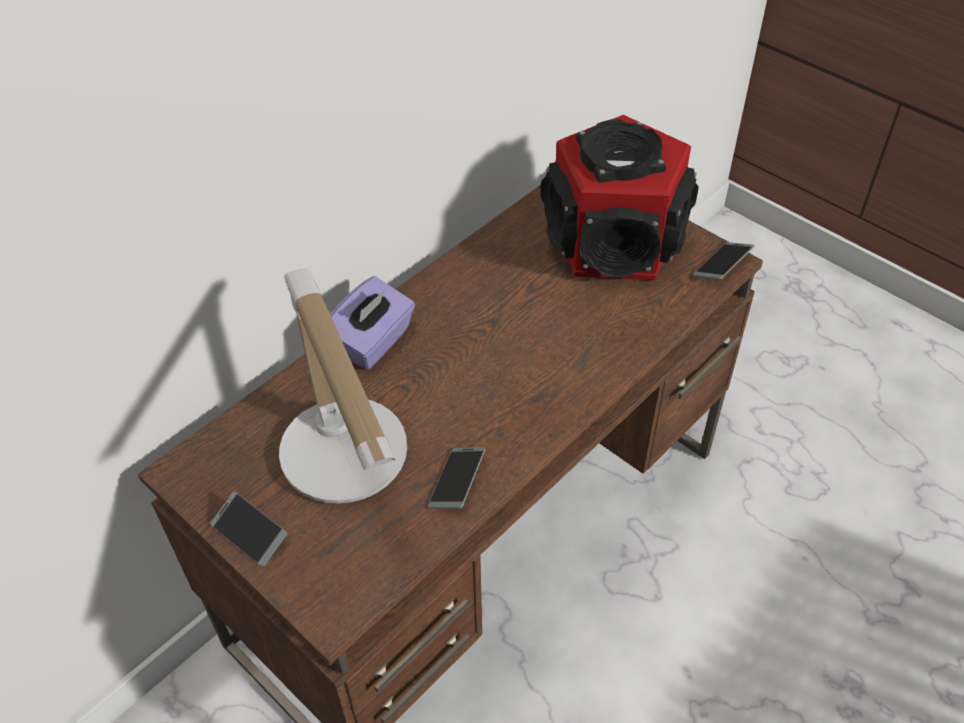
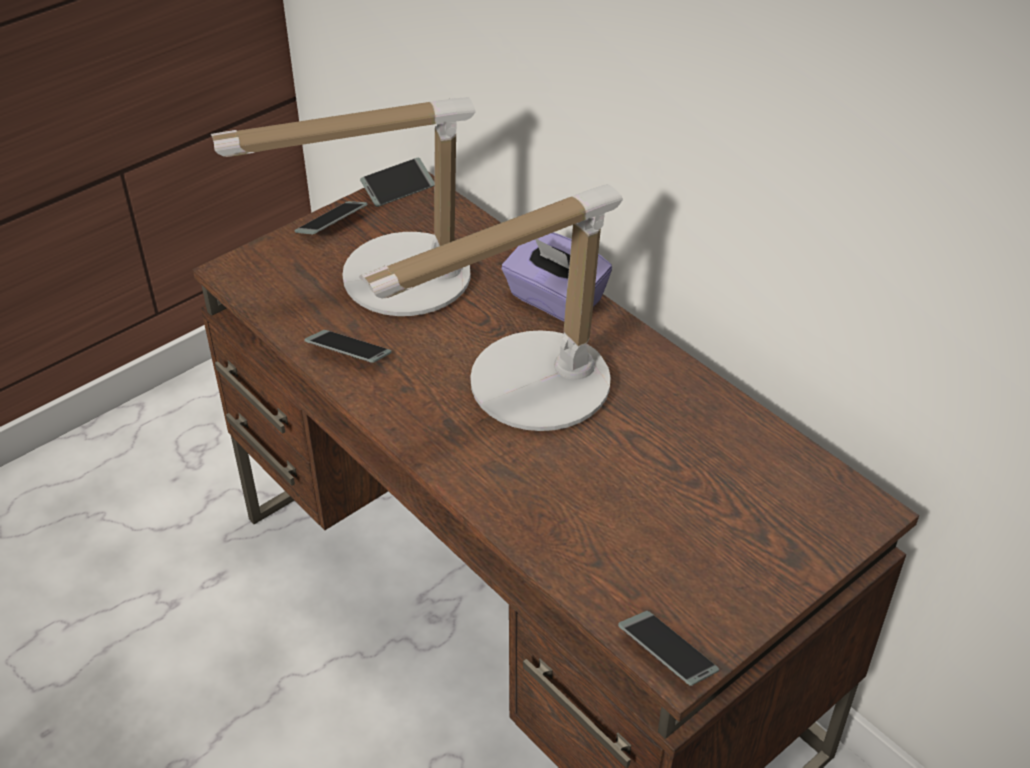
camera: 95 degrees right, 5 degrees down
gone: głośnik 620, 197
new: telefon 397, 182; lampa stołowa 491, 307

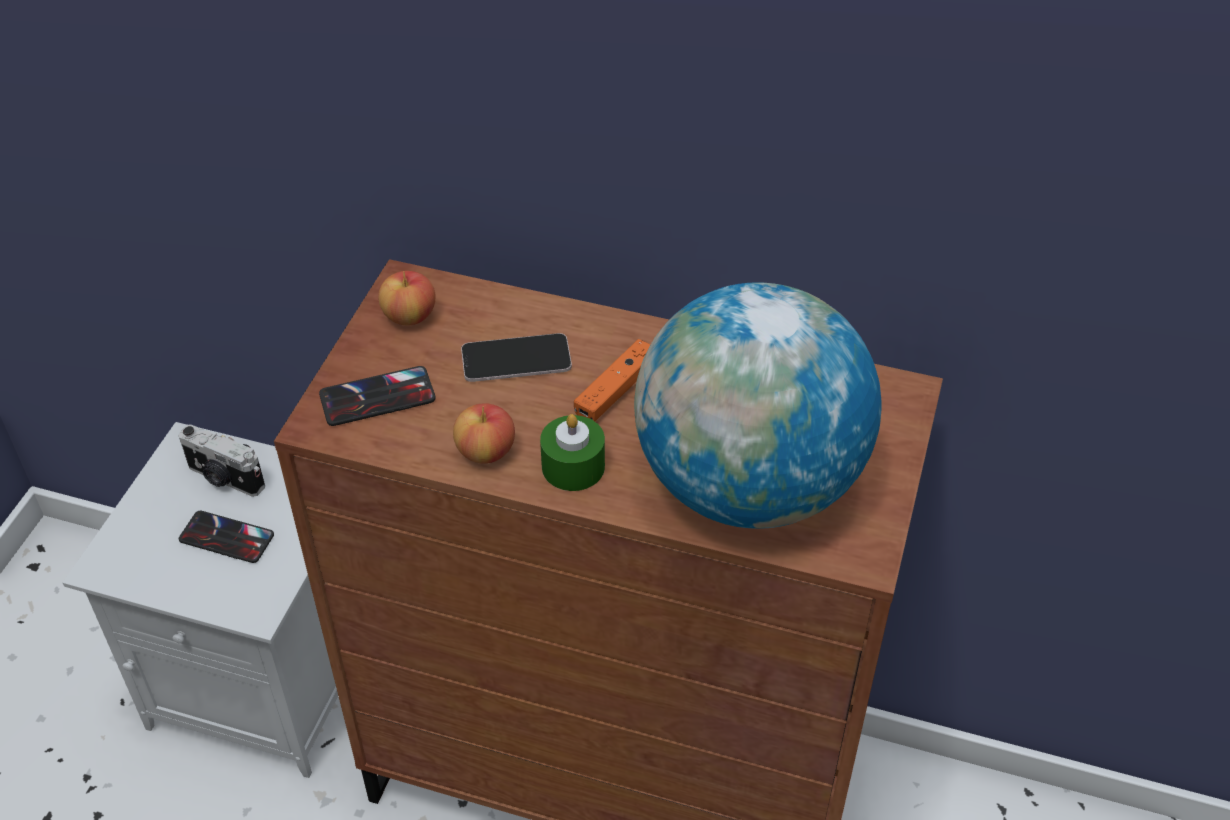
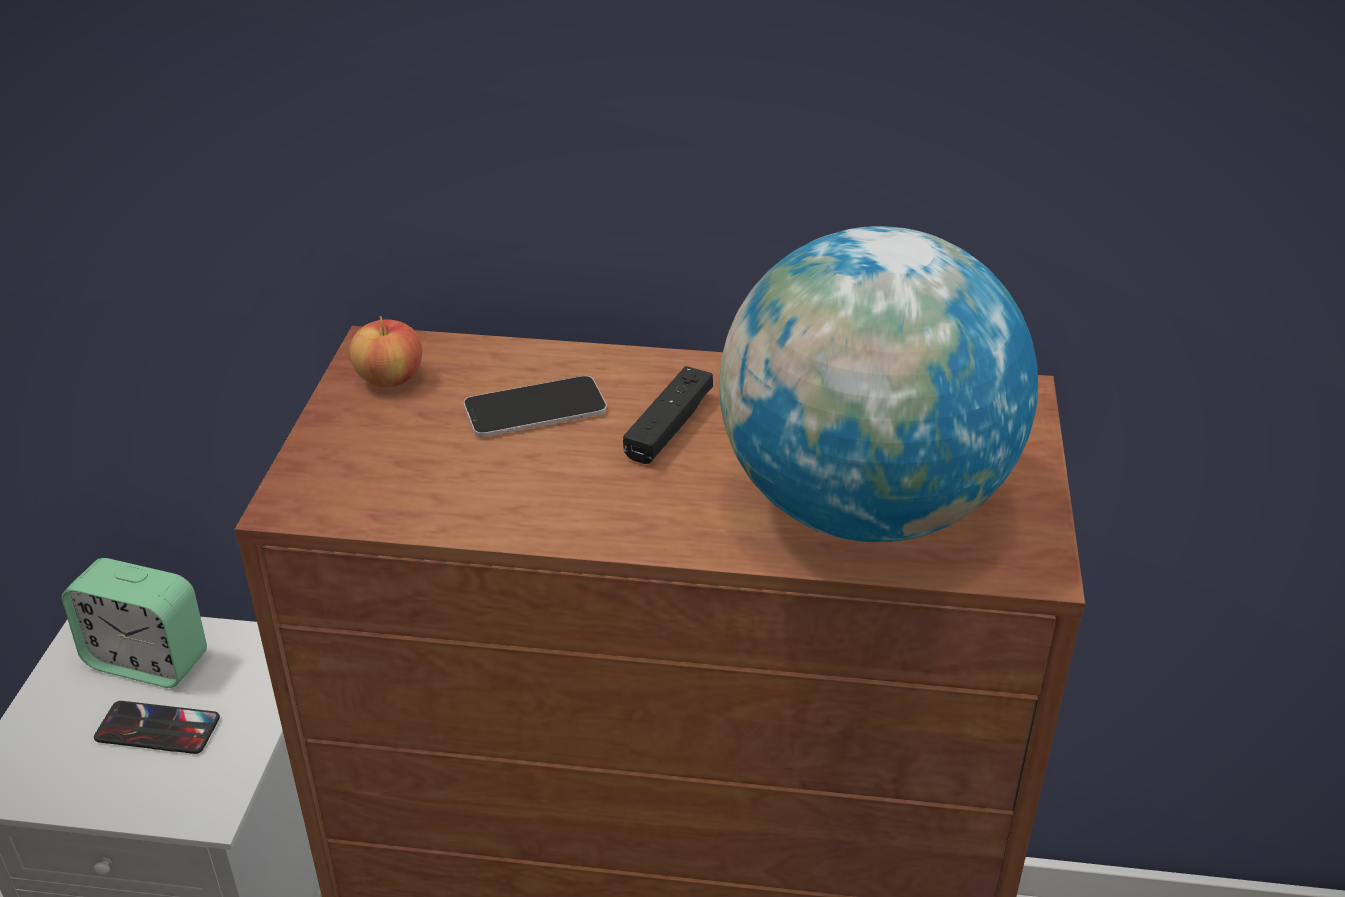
camera: 10 degrees left, 10 degrees down
gone: telefon 377, 396; jabłko 484, 433; świeca (zielony) 572, 452
swapped: aparat fotograficzny 221, 460 to budzik 134, 623
repainted: pad do gier (pomarańczowy) 612, 380 to pad do gier (czarny) 668, 415

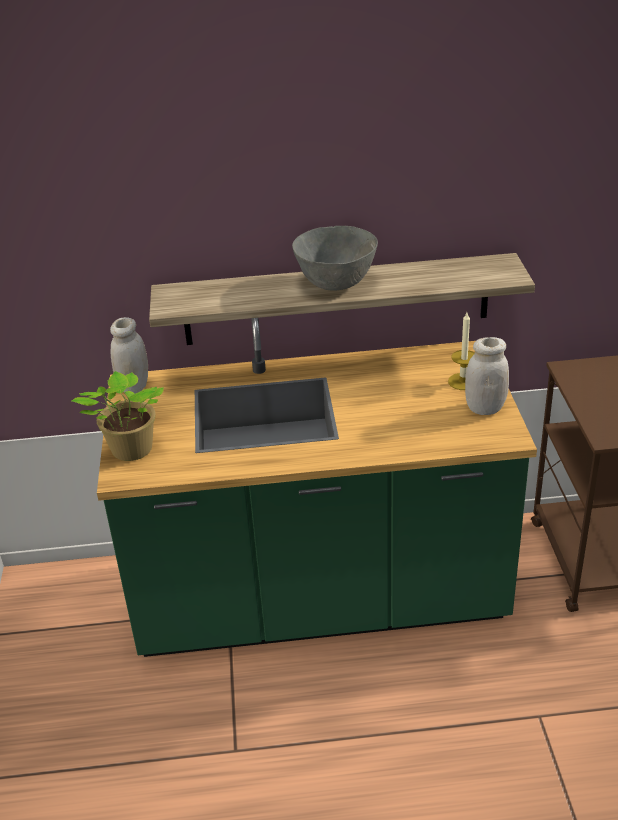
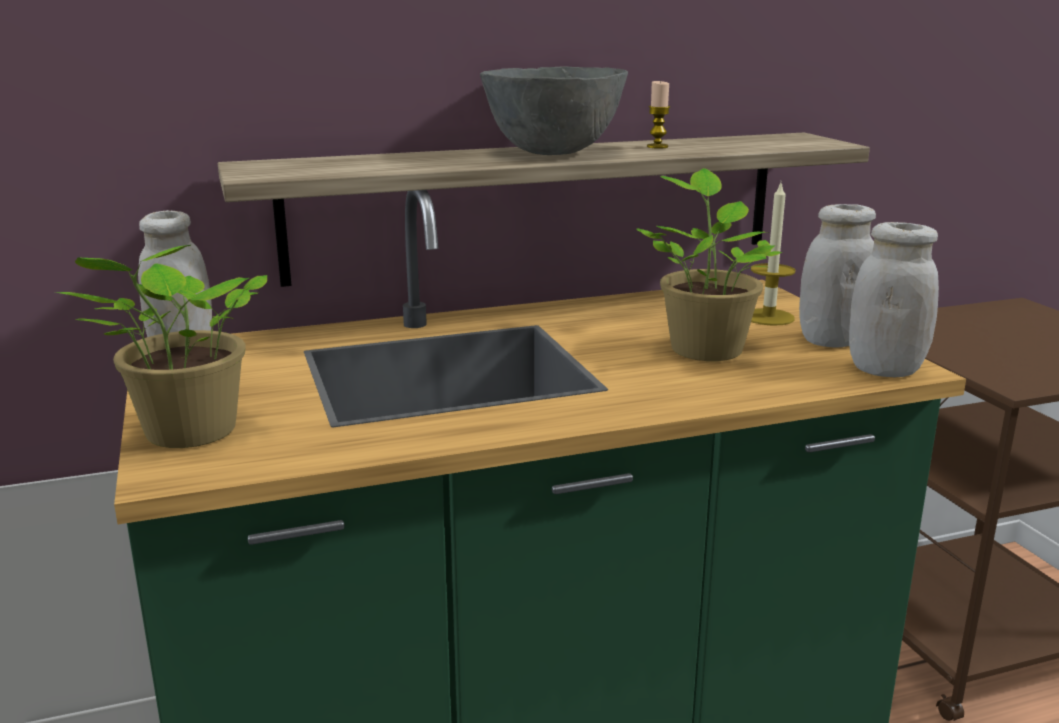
camera: 15 degrees left, 15 degrees down
new: świeca 658, 115; roślina doniczkowa 709, 264; słoik (biały) 894, 299

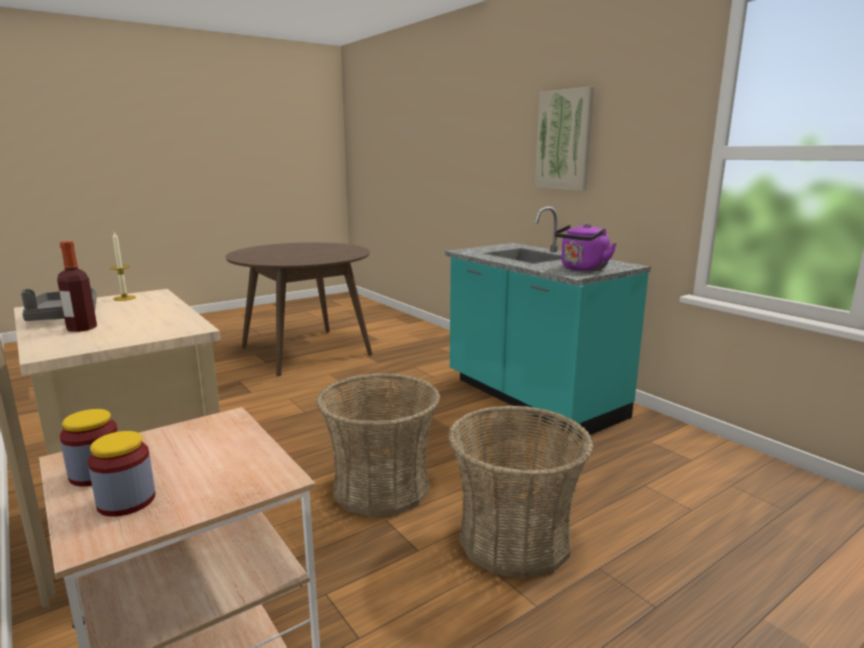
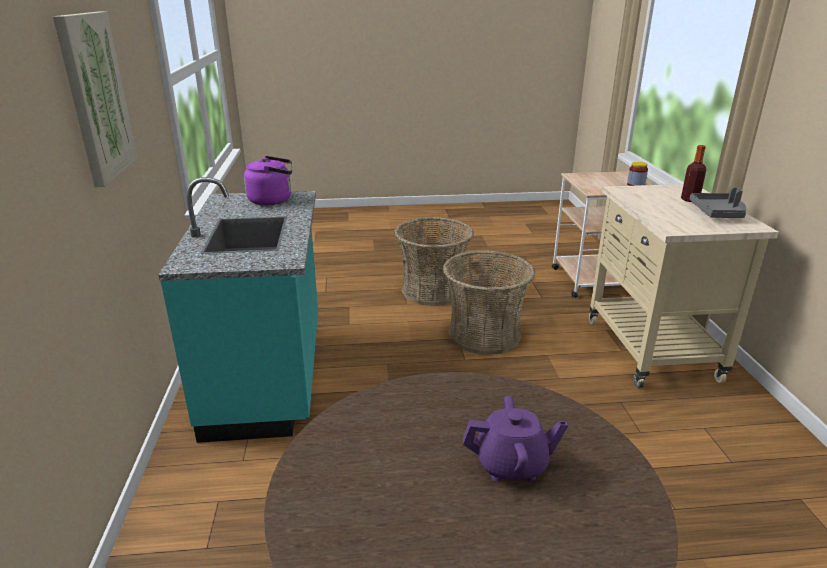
camera: 150 degrees left, 10 degrees up
gone: świeca 123, 266; słoik 121, 474
new: imbryk (fioletowy) 515, 439

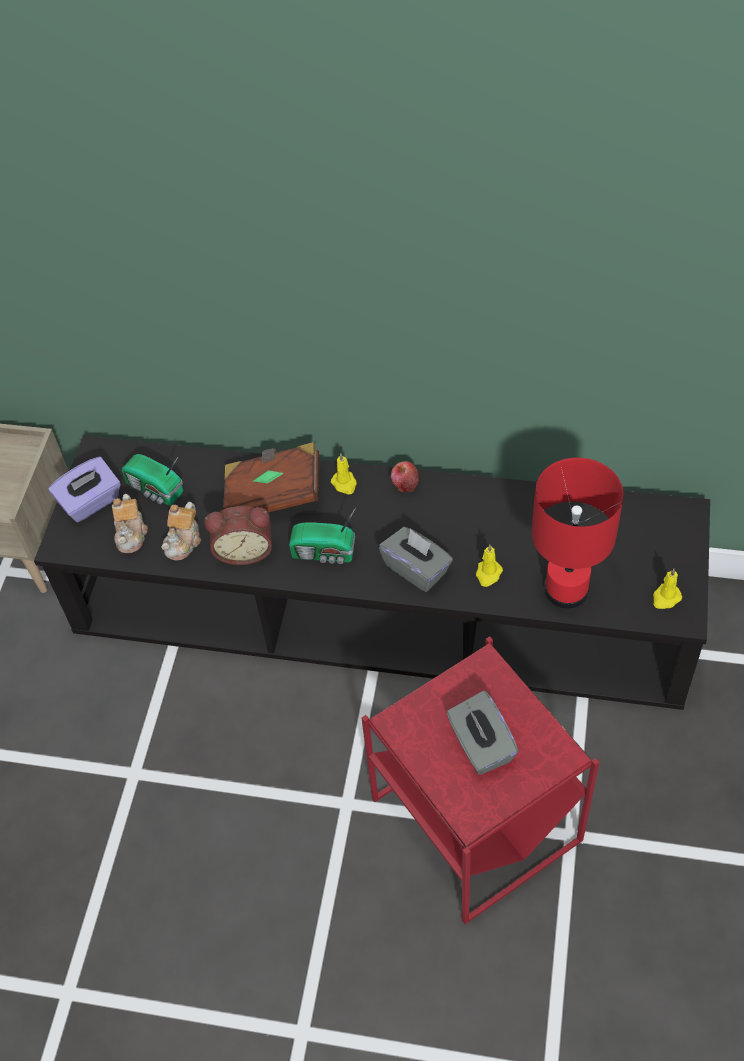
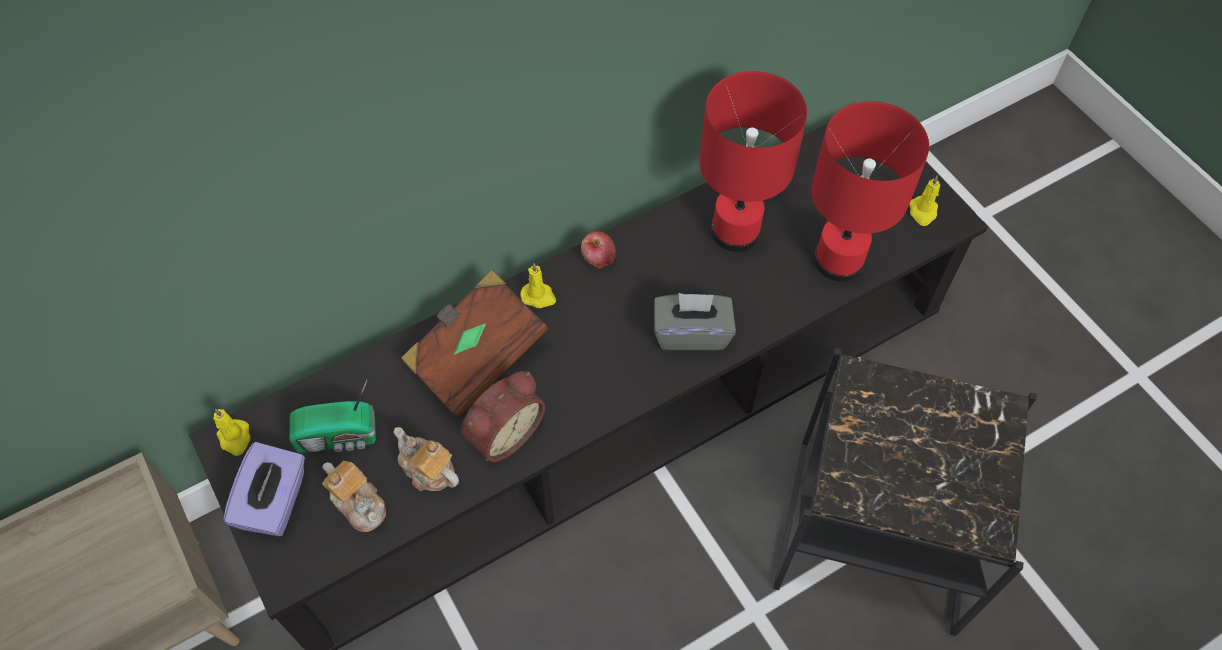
camera: 45 degrees left, 5 degrees up
gone: radio 322, 536; pudełko chusteczek (szary) 483, 733
new: lampa stołowa (czerwony) 753, 161
shifted: świeca (żółty) 489, 565 to 232, 432
repainted: stolik (czerwony) 481, 780 to stolik (czarny) 905, 492
rotated: imbryk 181, 531 = 426, 459 150 degrees clockwise

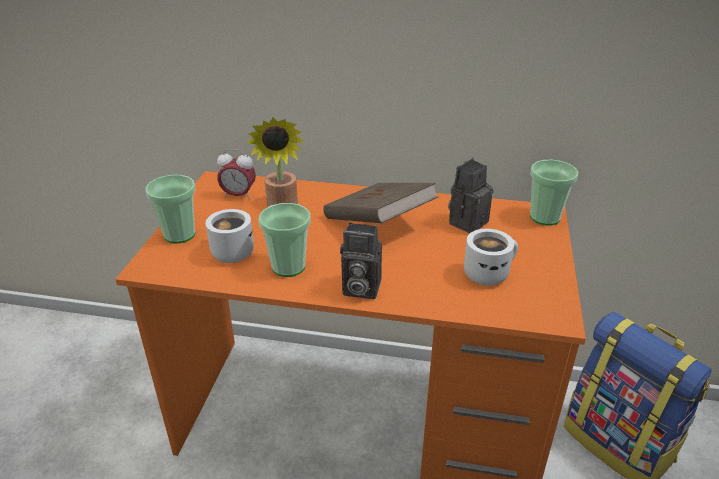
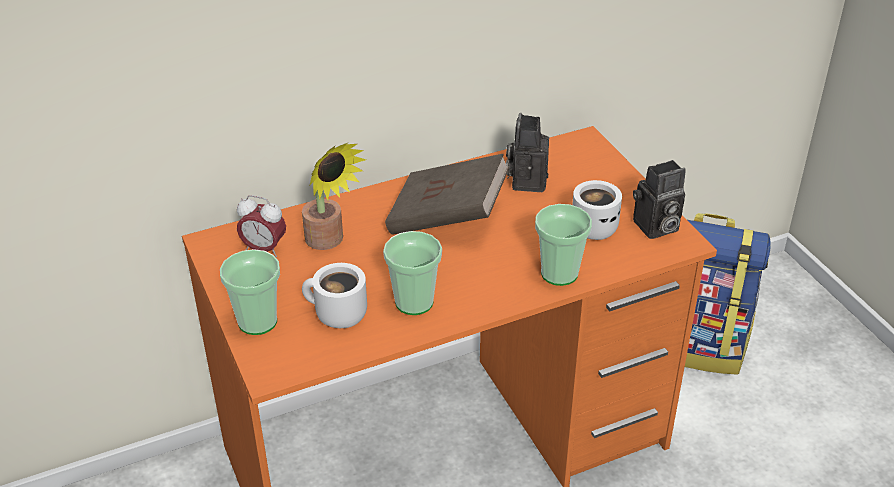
camera: 35 degrees left, 5 degrees up
shifted: filiżanka 554, 193 to 563, 245; aparat fotograficzny 361, 261 to 659, 199
rotated: budzik 236, 174 = 261, 226 45 degrees clockwise

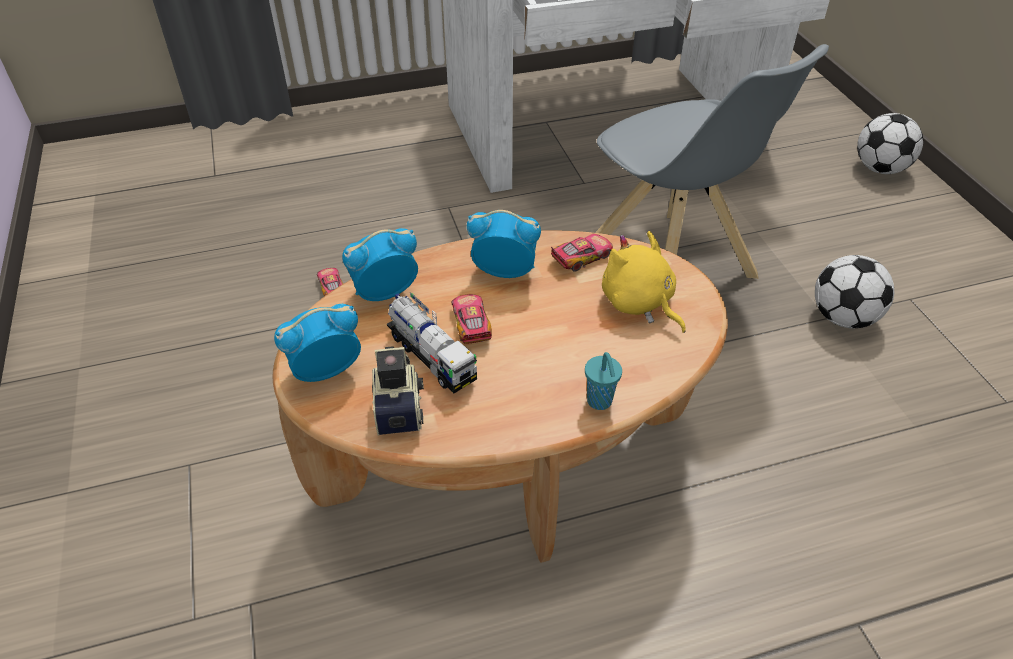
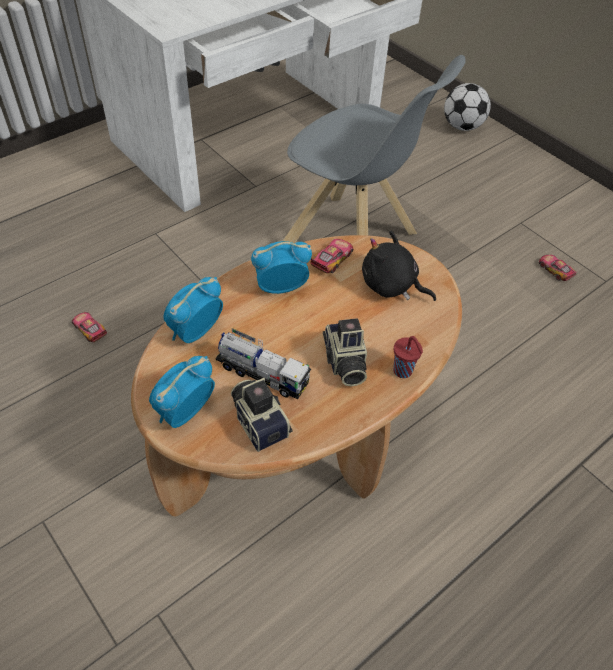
camera: 25 degrees left, 5 degrees up
gone: piłka futbolowa 854, 291
new: aparat fotograficzny 345, 352
shifted: samochodzik 471, 319 to 558, 268
repainted: pluszak (żółty) 643, 282 to pluszak (czarny) 399, 266; filiżanka (turkusowy) 603, 381 to filiżanka (czerwony) 408, 357

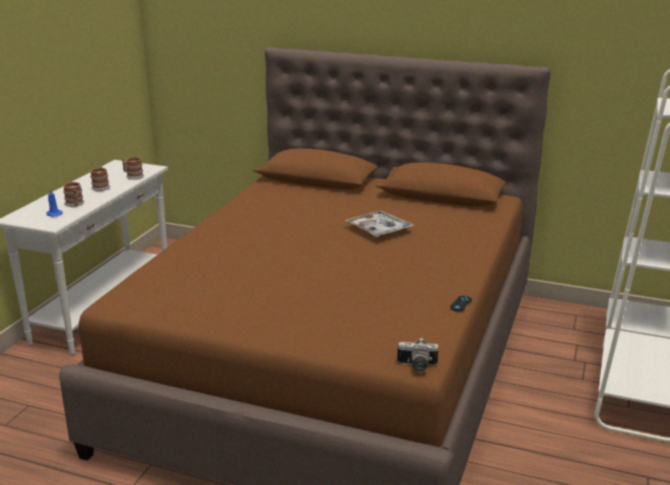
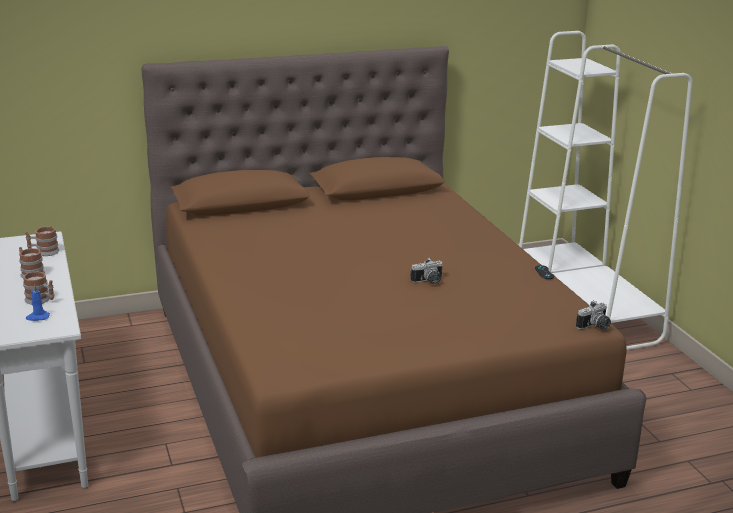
camera: 40 degrees left, 0 degrees up
gone: taca 379, 224
new: aparat fotograficzny 426, 271

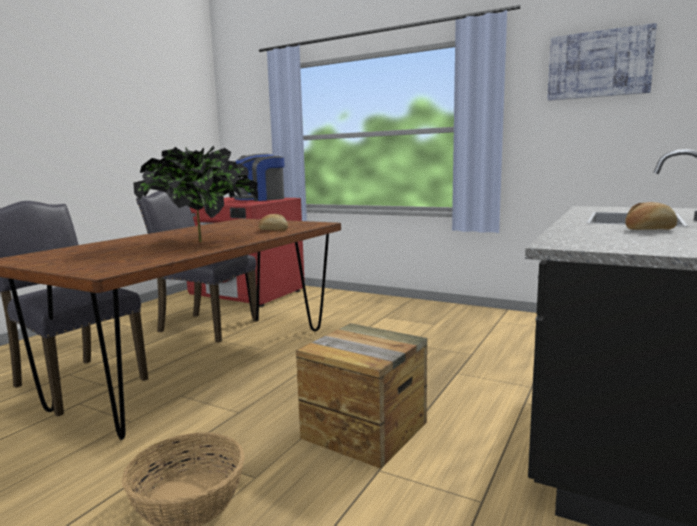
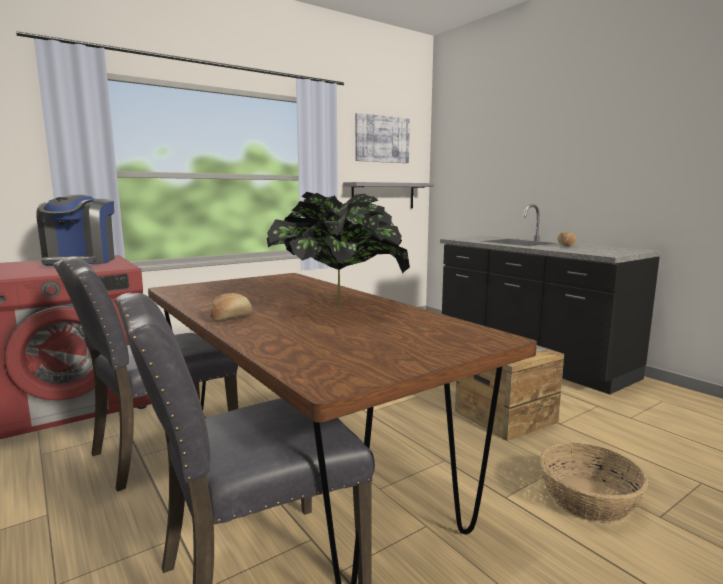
camera: 65 degrees left, 0 degrees up
new: półka (szary) 388, 195
shifted: chleb 273, 222 to 231, 307

